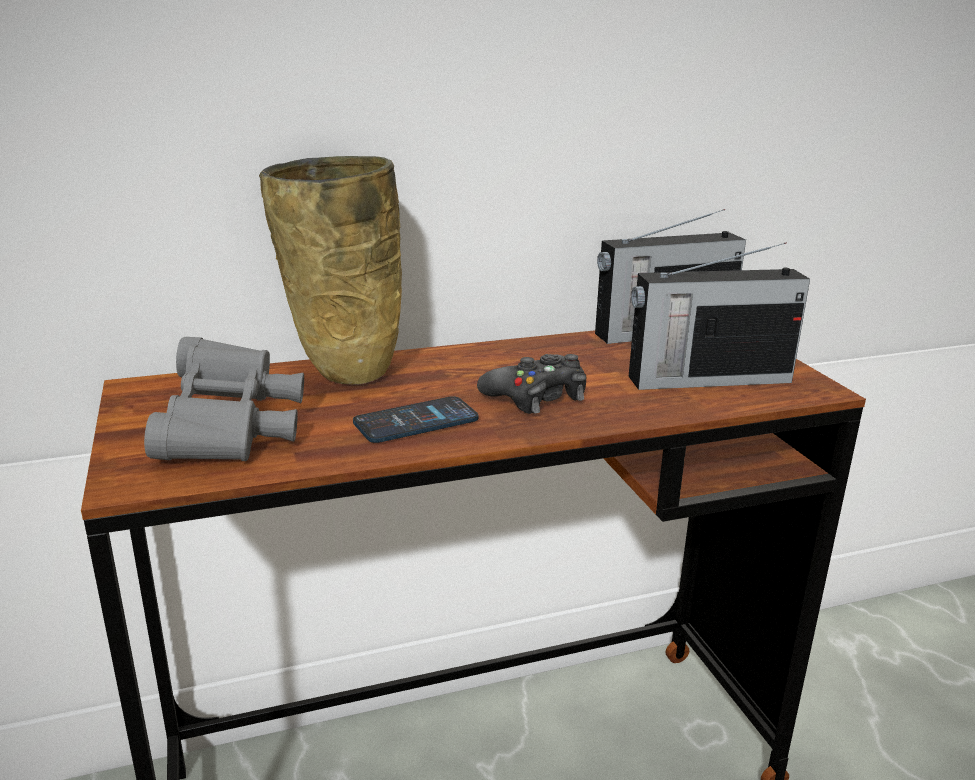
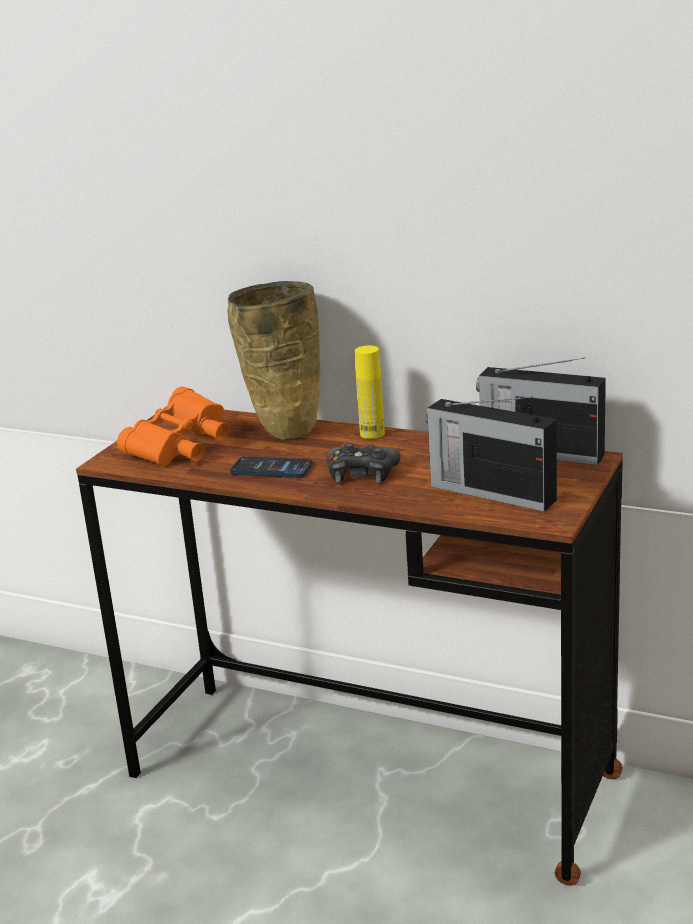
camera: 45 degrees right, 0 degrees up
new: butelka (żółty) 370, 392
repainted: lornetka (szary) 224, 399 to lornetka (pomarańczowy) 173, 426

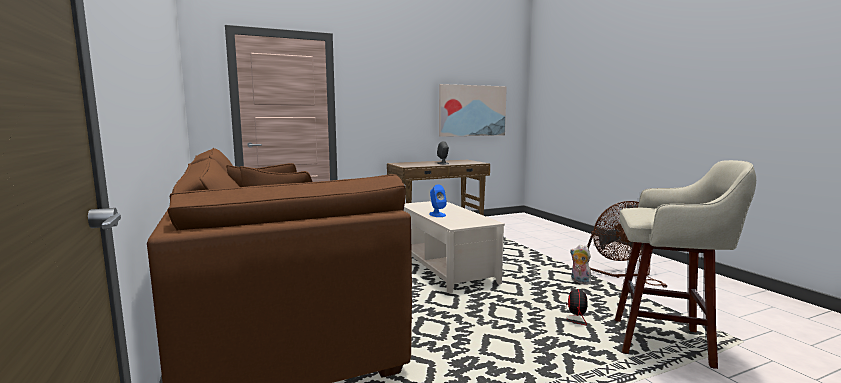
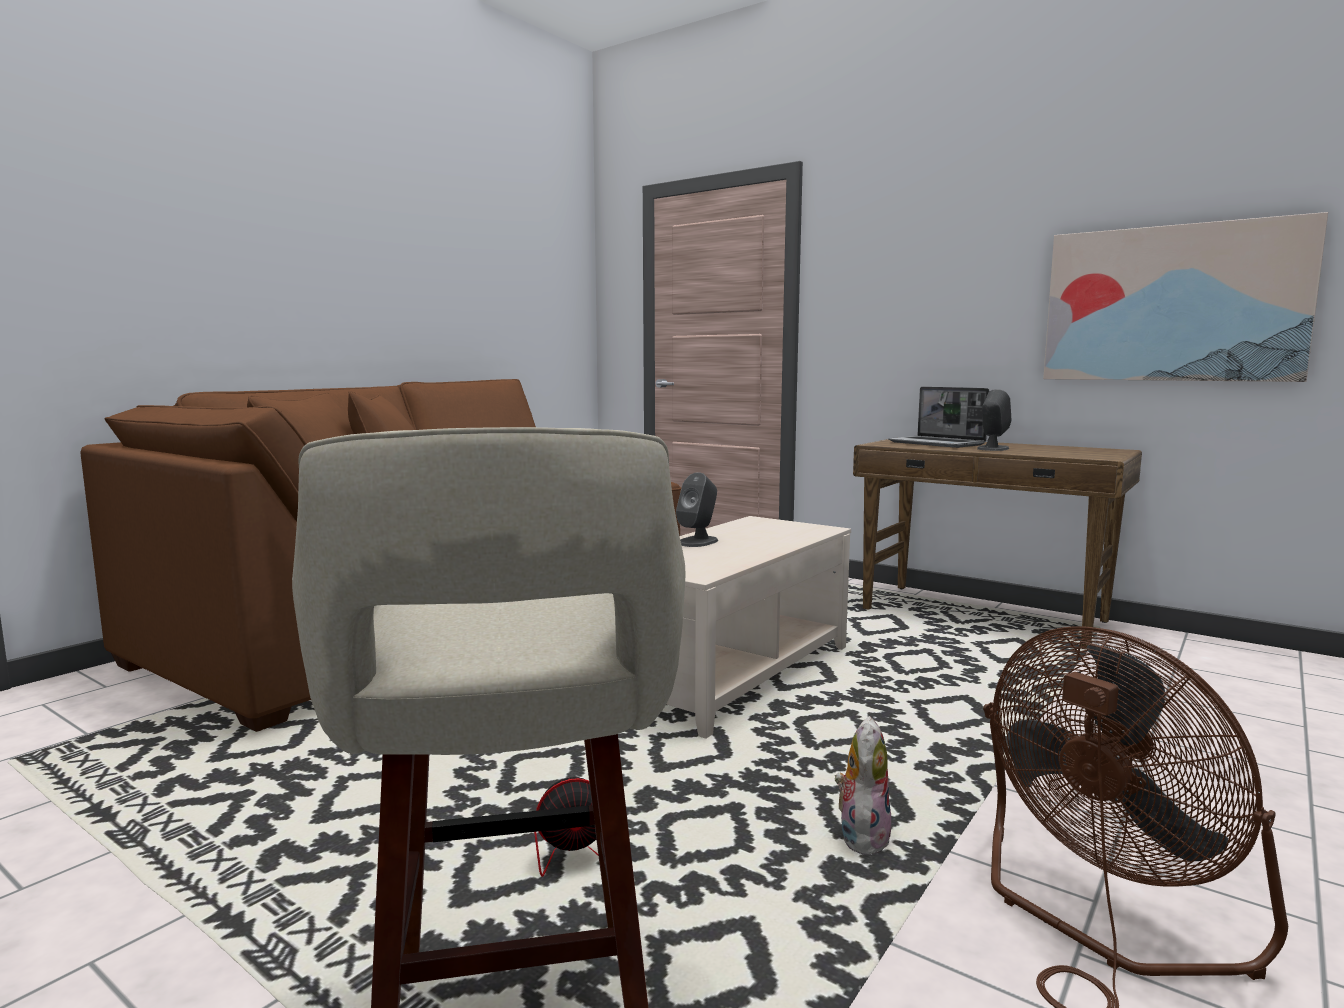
camera: 60 degrees right, 0 degrees up
new: laptop 938, 417
repainted: głośnik (niebieski) 438, 200 to głośnik (szary) 697, 509

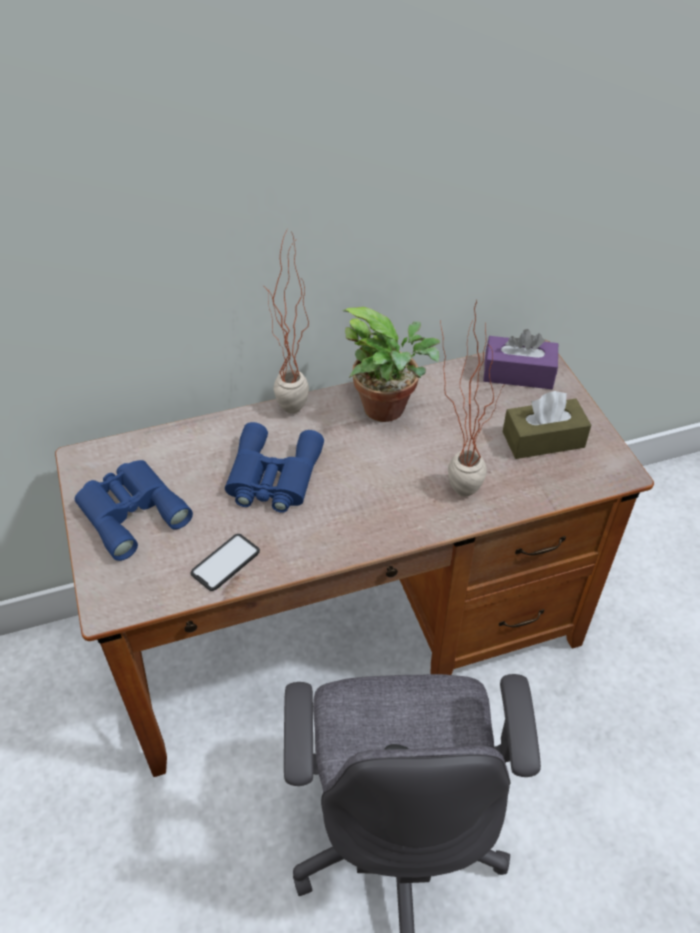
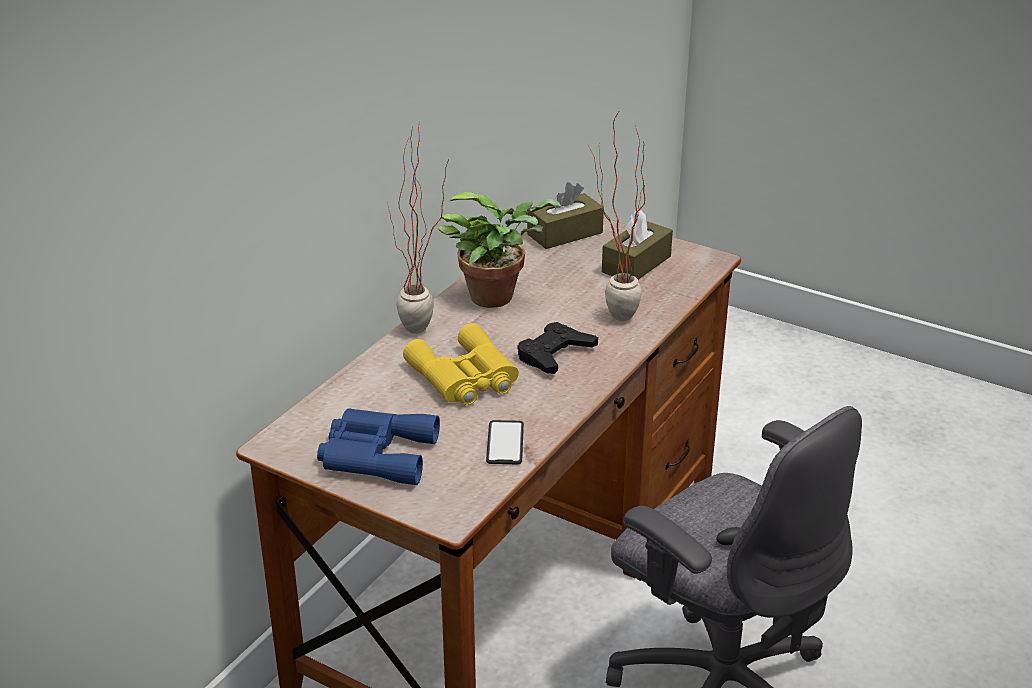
camera: 40 degrees left, 15 degrees down
new: pad do gier (czarny) 557, 348
repainted: pudełko chusteczek (fioletowy) 520, 359 to pudełko chusteczek (brązowy) 565, 215; lornetka (niebieski) 274, 467 to lornetka (żółty) 461, 364

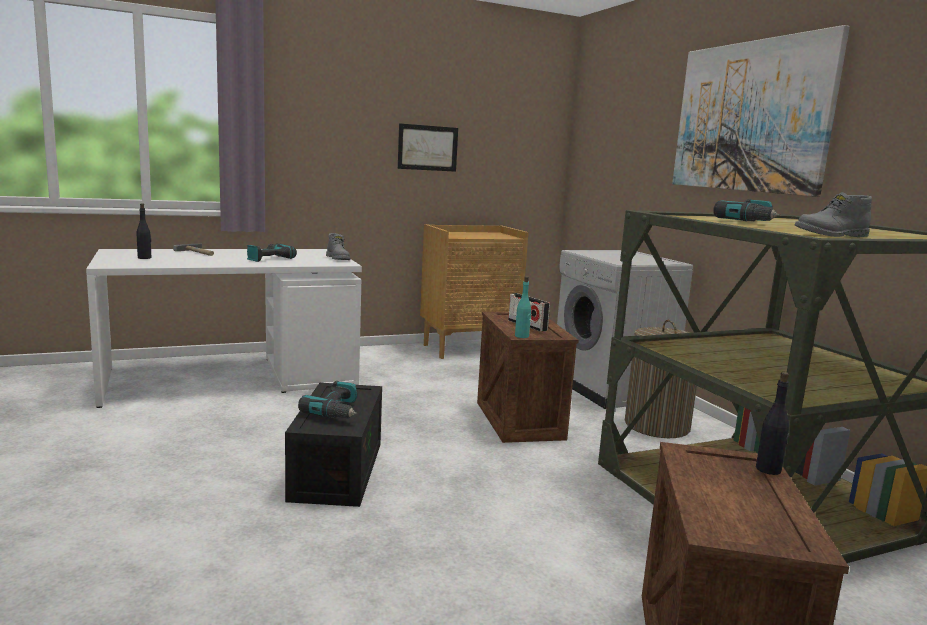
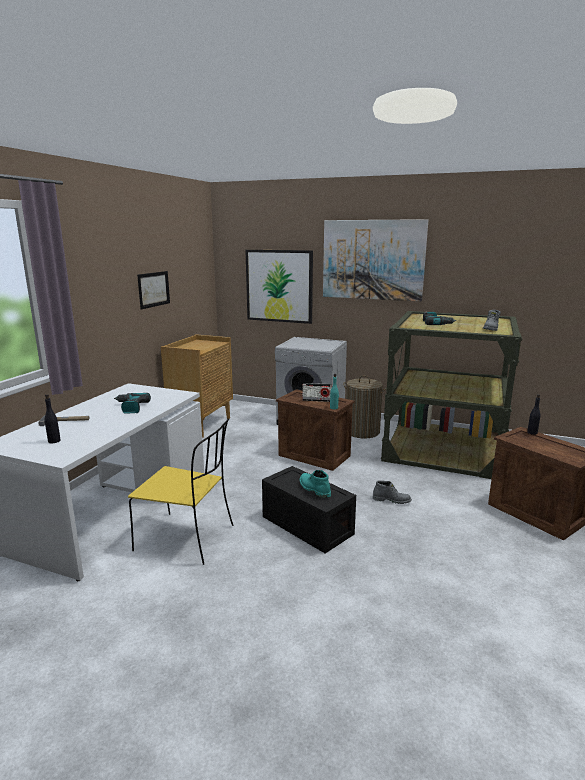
camera: 45 degrees left, 5 degrees up
new: obraz 279, 287; krzesło (żółty) 180, 492
shifted: but z cholewką (szary) 338, 246 to 392, 492
swapped: wiertarka 327, 399 to but z cholewką (turkusowy) 315, 484

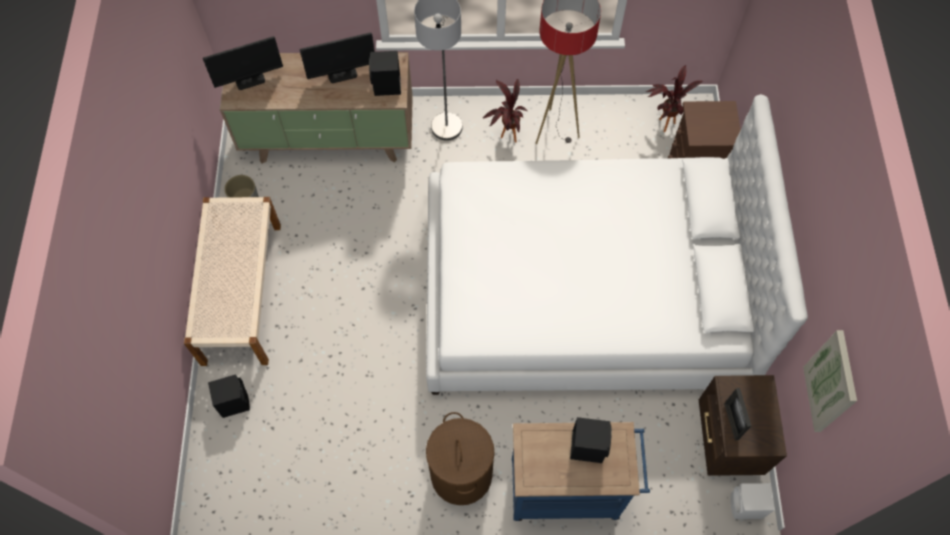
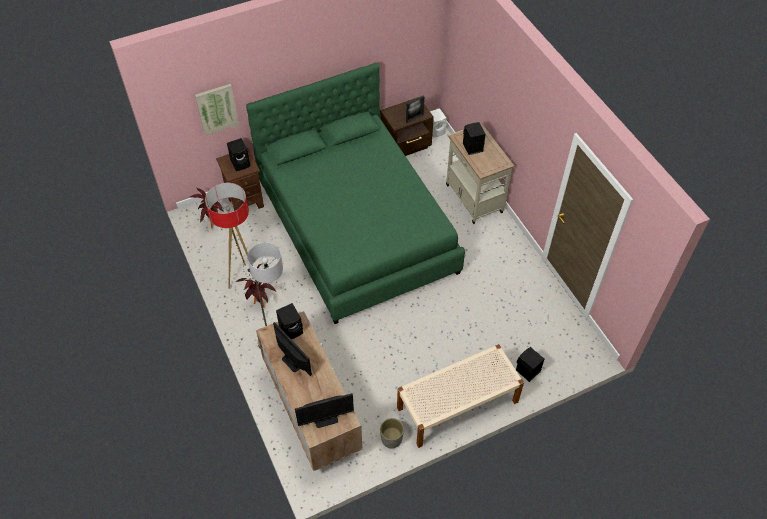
camera: 115 degrees left, 10 degrees down
gone: kosz na pranie (brązowy) 460, 458
new: głośnik (czarny) 238, 154
shifted: obraz 830, 381 to 217, 110
repainted: łóżko (biały) 617, 244 to łóżko (zielony) 355, 193; wózek (niebieski) 581, 471 to wózek (beżowy) 480, 174
rotated: monitor 243, 63 = 324, 410 120 degrees clockwise

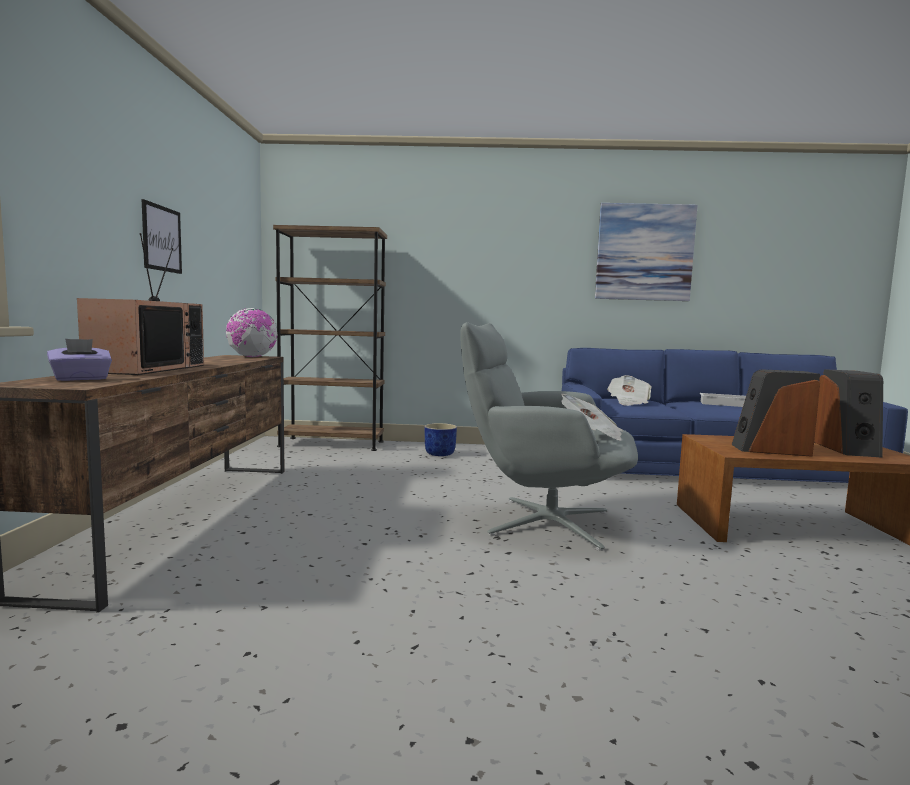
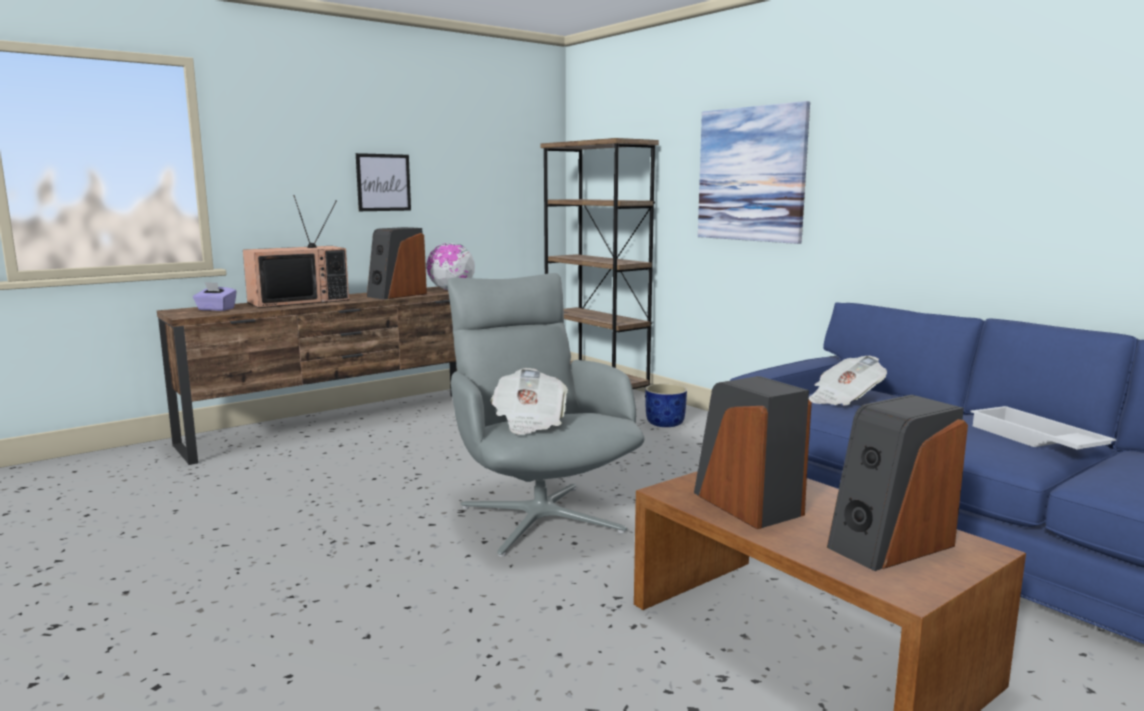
camera: 50 degrees right, 5 degrees up
new: głośnik 397, 263
shifted: obraz 646, 252 to 754, 172

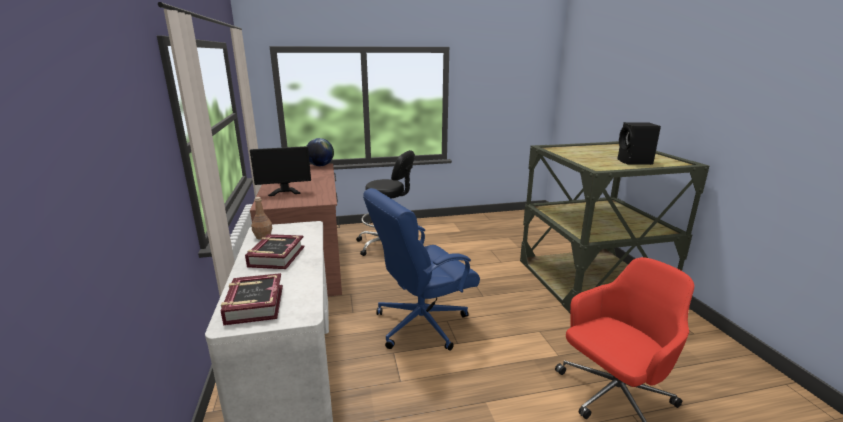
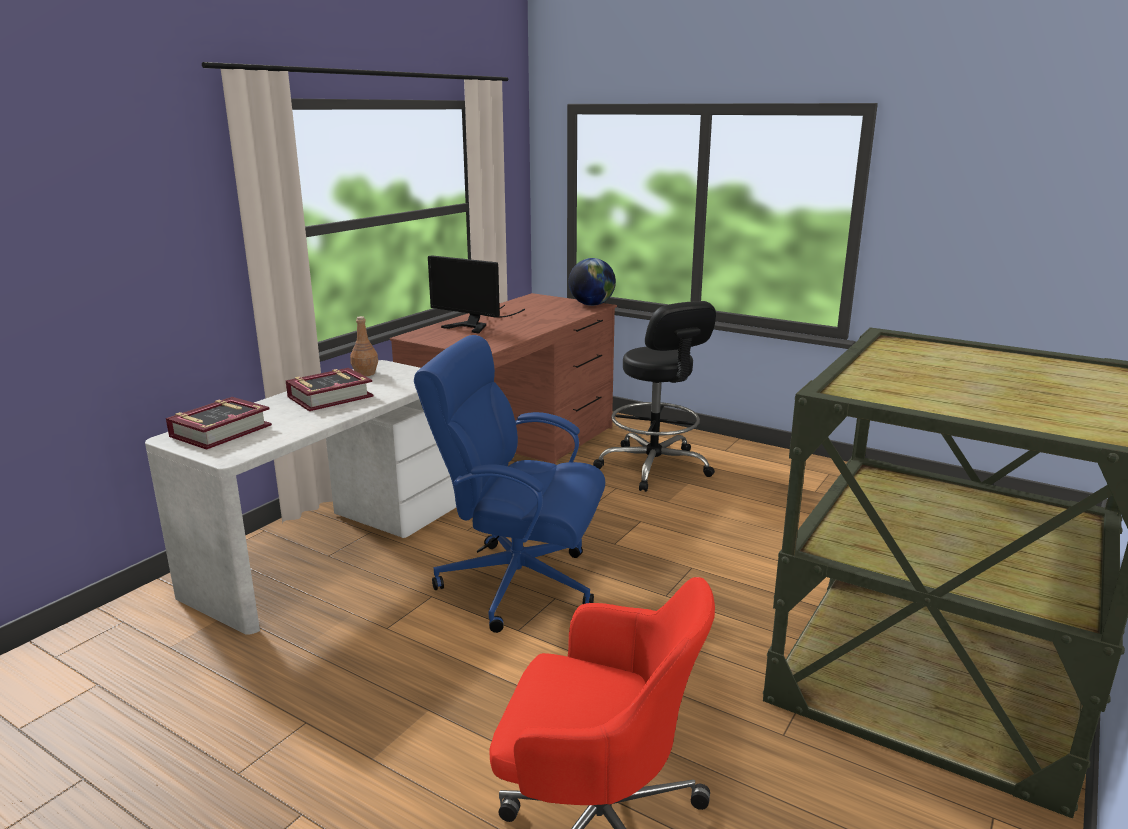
camera: 45 degrees right, 0 degrees up
gone: głośnik (czarny) 639, 143

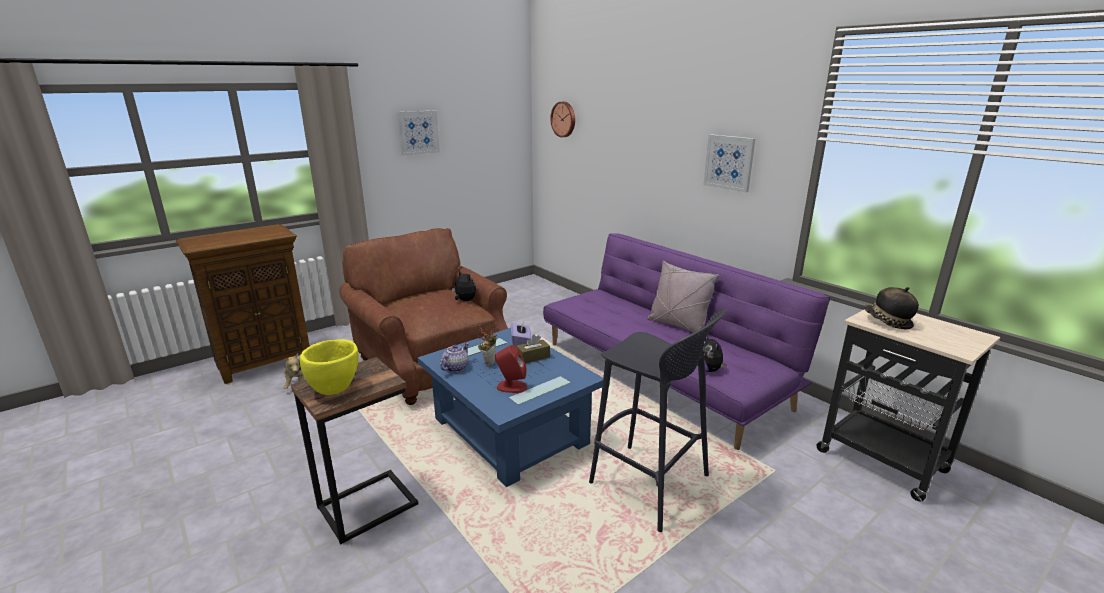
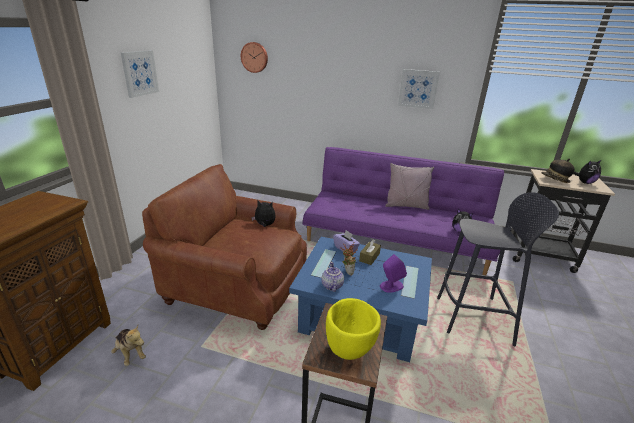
camera: 35 degrees left, 5 degrees up
new: pluszak 587, 172
repainted: głośnik (czerwony) 511, 369 to głośnik (fioletowy) 393, 273

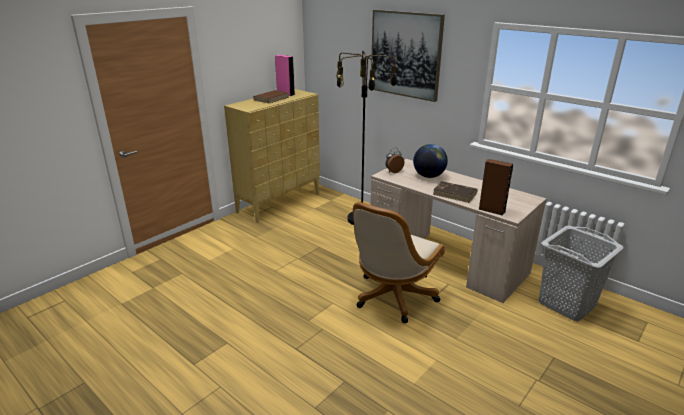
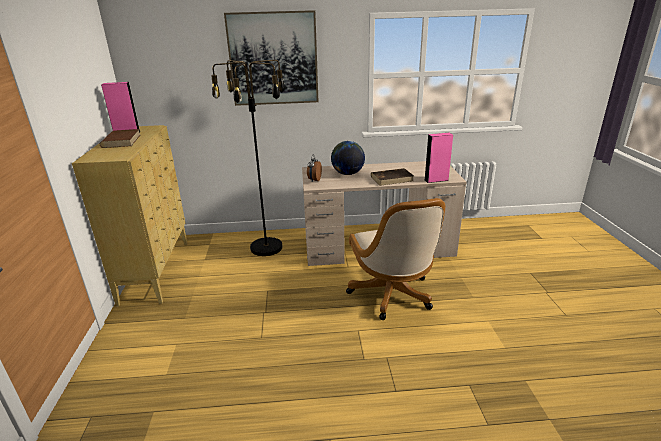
camera: 45 degrees left, 0 degrees up
gone: kosz na pranie (szary) 581, 273
repainted: głośnik (brązowy) 495, 187 to głośnik (różowy) 439, 158

